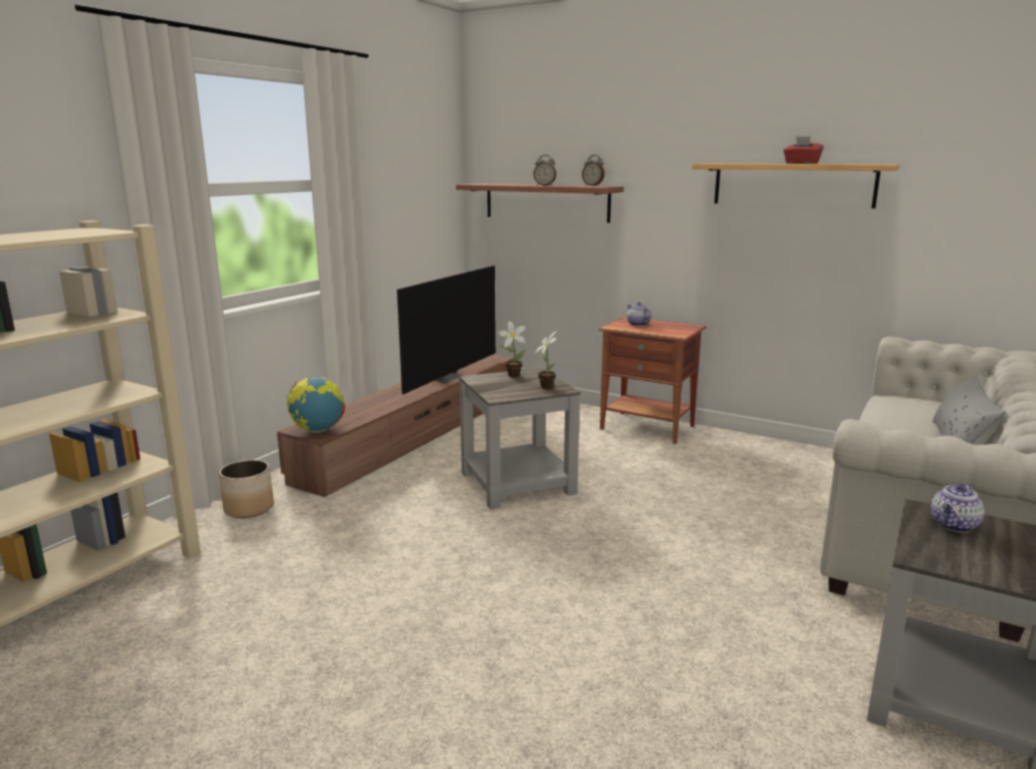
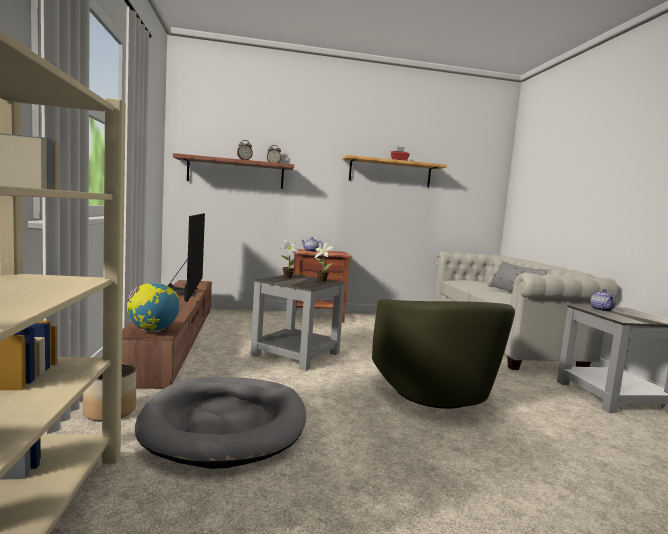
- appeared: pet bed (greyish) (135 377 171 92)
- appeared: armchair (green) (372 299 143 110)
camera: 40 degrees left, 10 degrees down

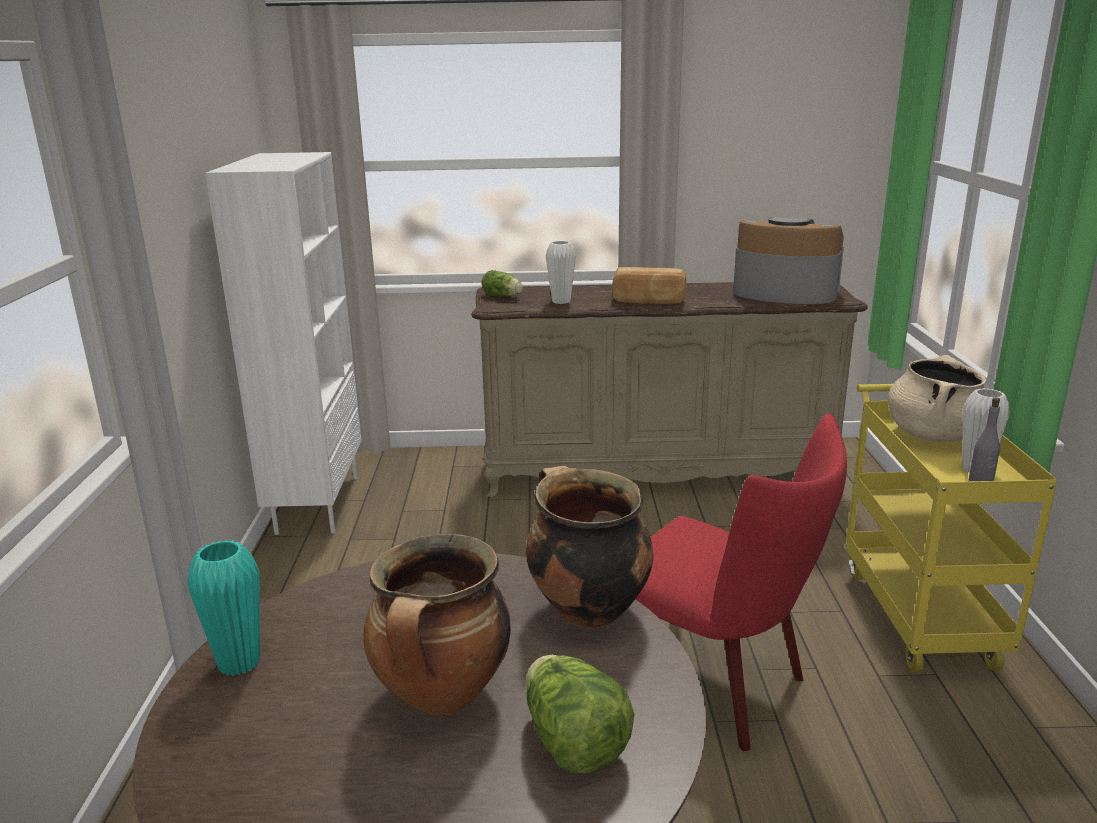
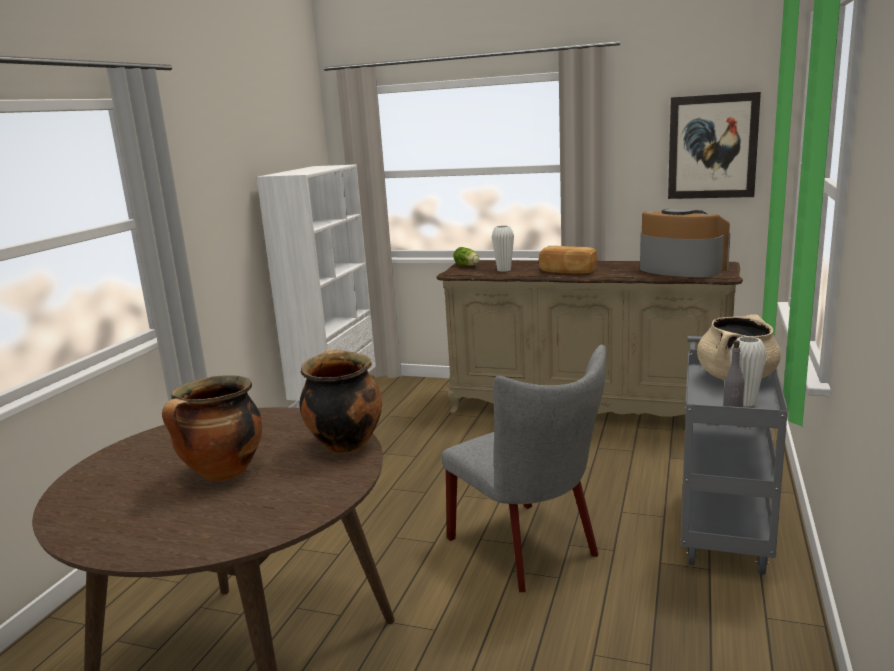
- colour: plain chair (red) (636 413 211 339) to plain chair (greyish) (441 345 165 247)
- appeared: wall picture (668 92 93 107)
- colour: cart (yellowish) (845 384 212 289) to cart (greyish) (680 336 108 239)
- missing: decorative vase (blue-green) (187 540 73 136)
- missing: lettuce head (526 655 108 119)
camera: 20 degrees right, 5 degrees down

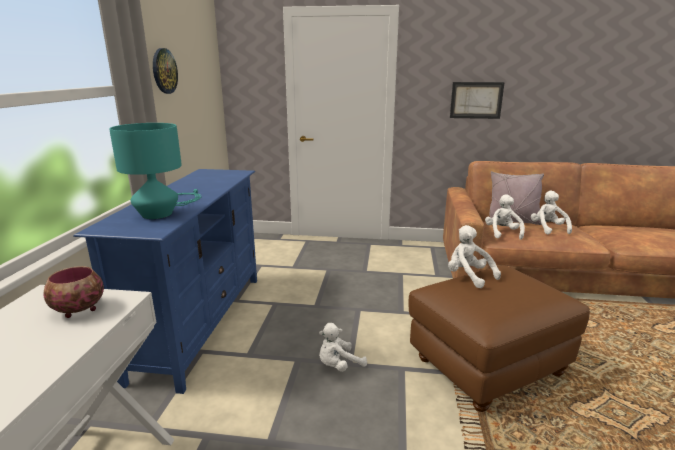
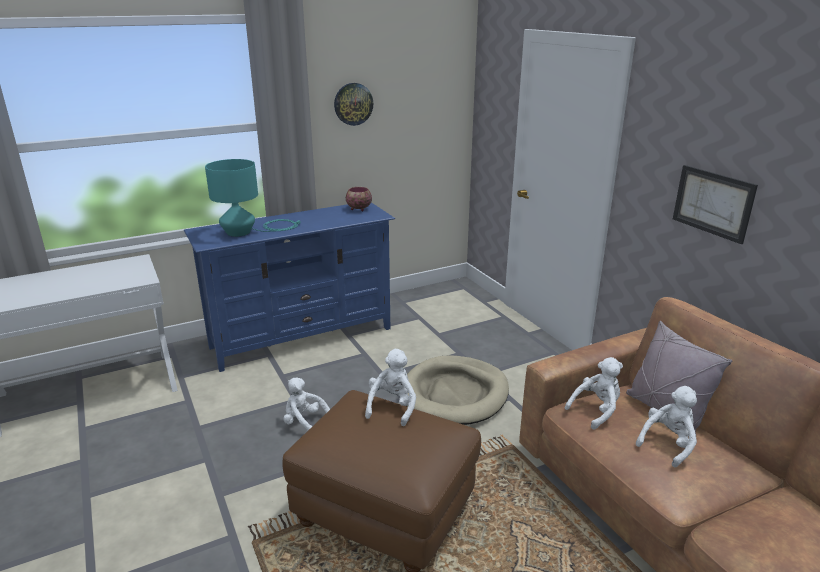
- relocated: deep dish (43 266 61 52) to (346 187 26 24)
- appeared: pet bed (beige-coloured) (407 355 102 70)
camera: 55 degrees right, 5 degrees up

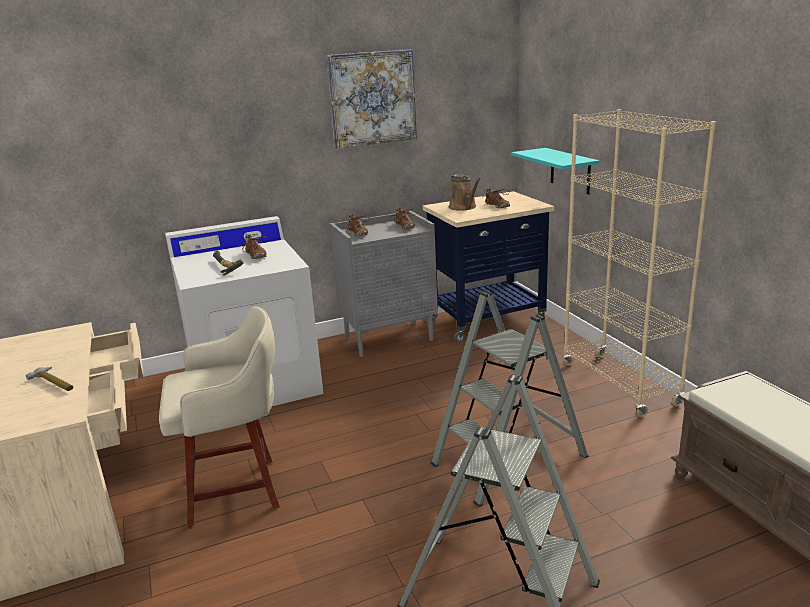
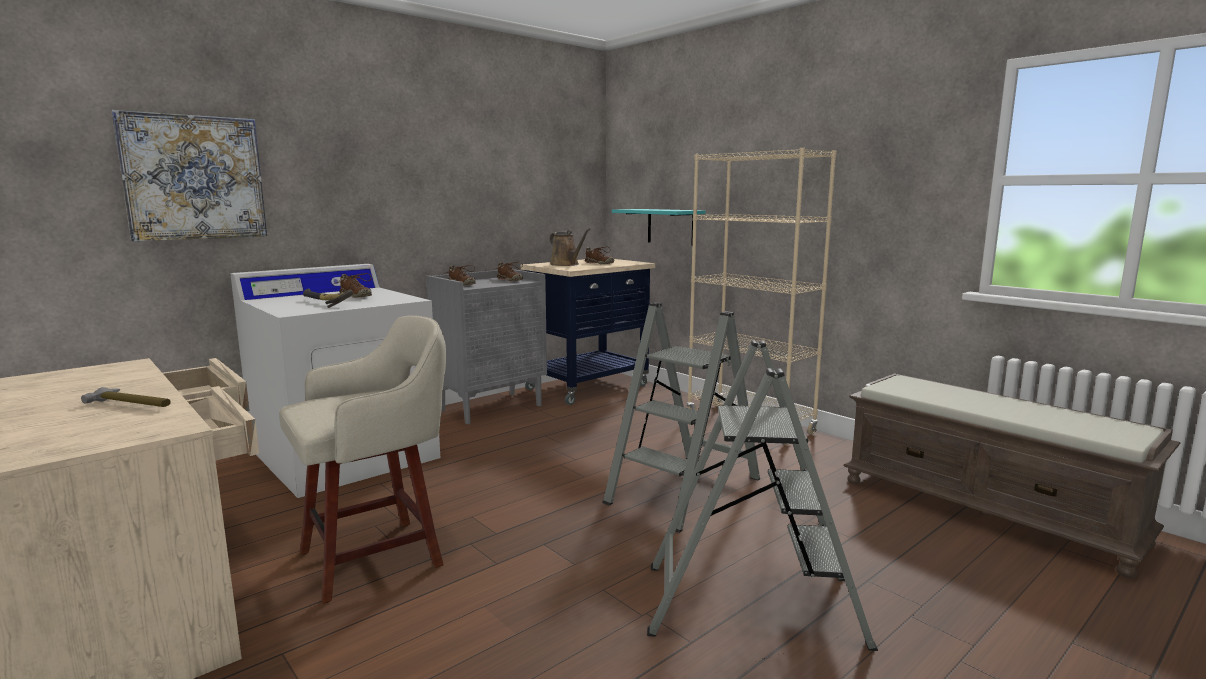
- relocated: wall picture (326 49 91 99) to (112 110 155 131)
camera: 20 degrees left, 10 degrees down

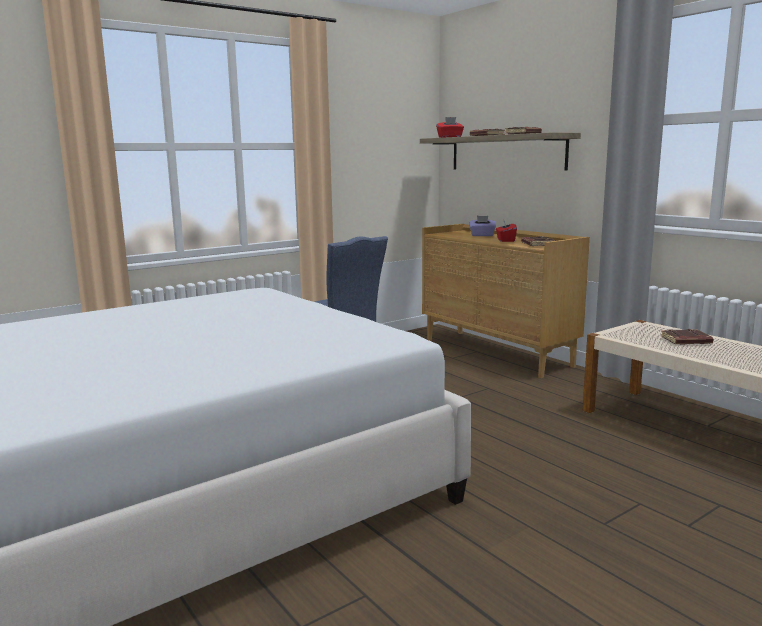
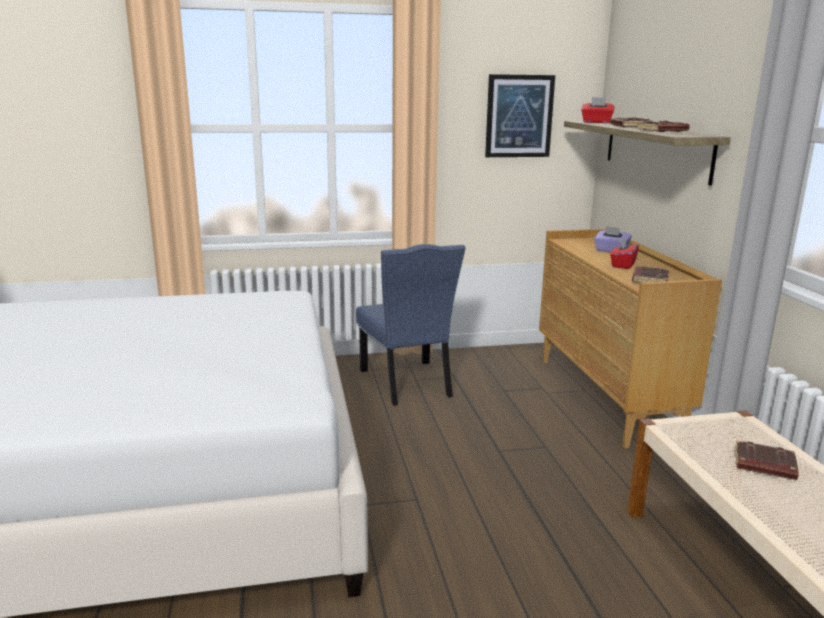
- appeared: wall picture (485 74 70 83)
camera: 25 degrees right, 5 degrees up

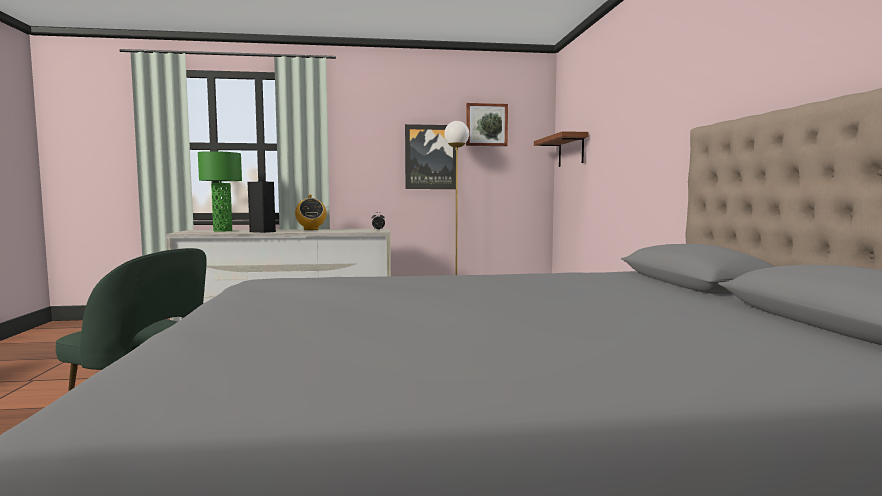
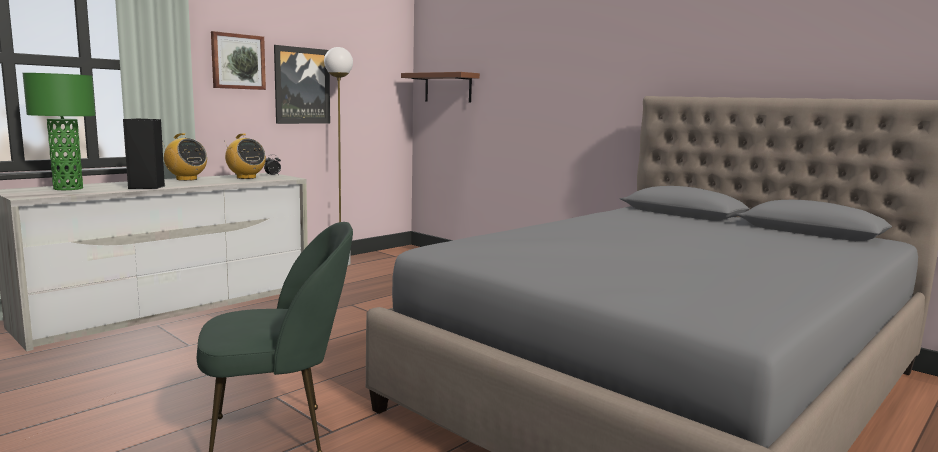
- relocated: wall picture (466 103 42 43) to (211 31 55 59)
- appeared: radio (225 134 41 45)
camera: 40 degrees left, 5 degrees up

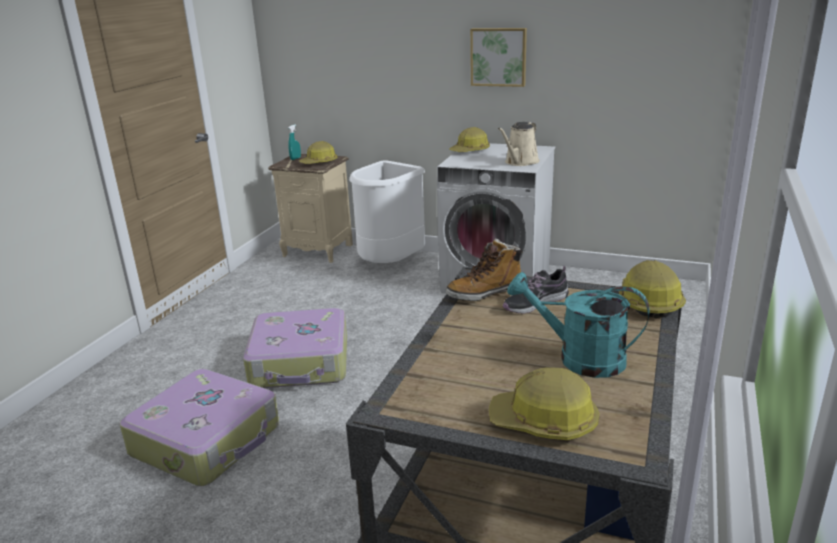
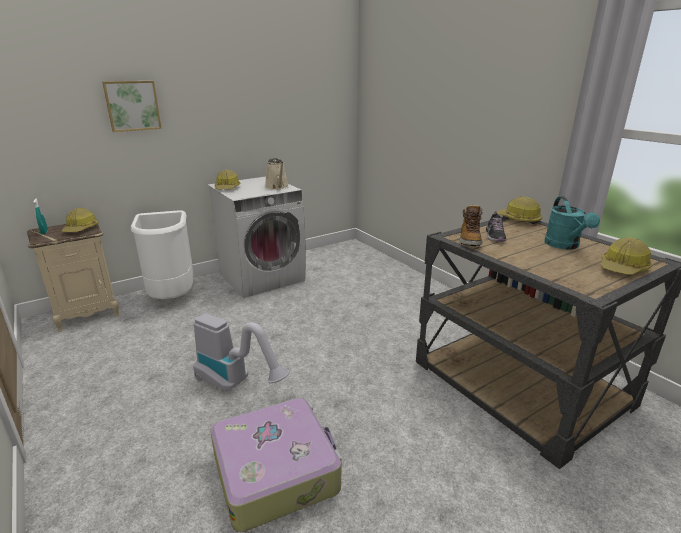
- relocated: wall picture (470 28 57 59) to (102 81 60 51)
- exchanged: travel case (243 308 104 80) to hoover (193 313 97 79)
- spun: sprinkling can (blue-green) (507 272 143 106) = (544 196 56 54) 60 degrees counterclockwise
camera: 55 degrees left, 0 degrees up

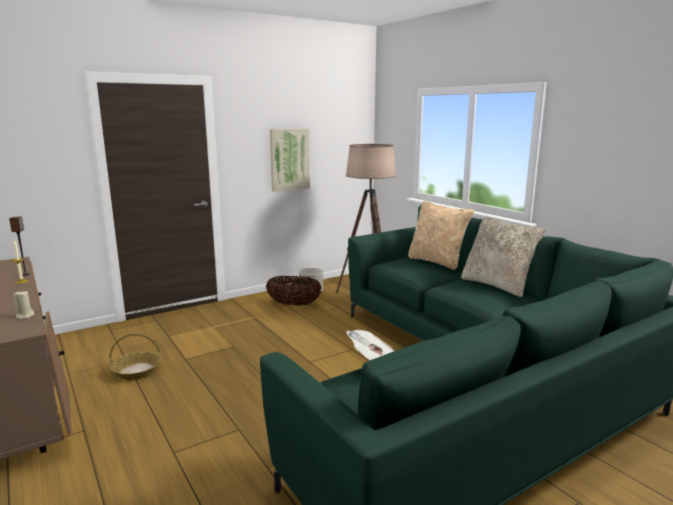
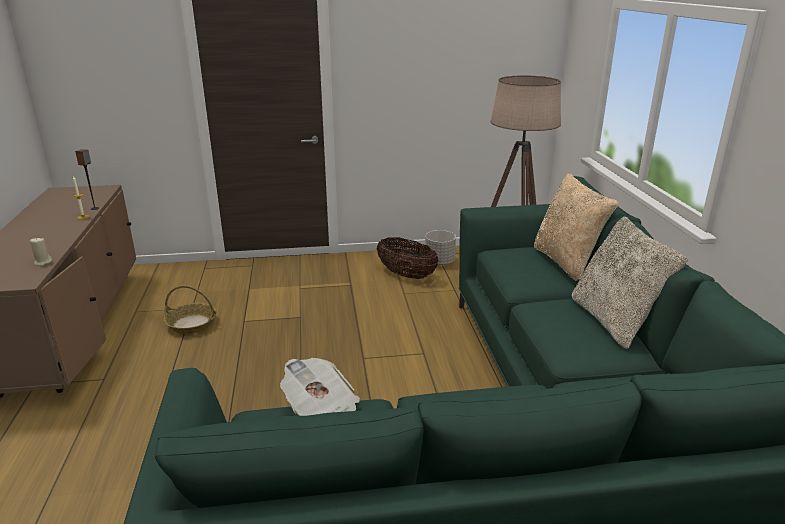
- missing: wall picture (270 128 40 64)
camera: 25 degrees right, 10 degrees up

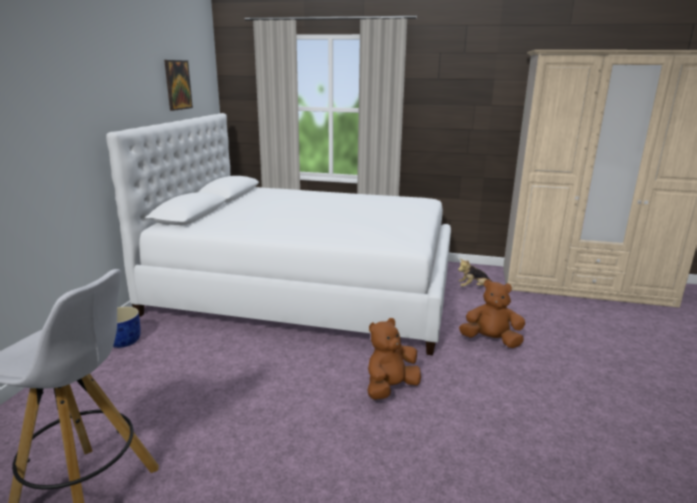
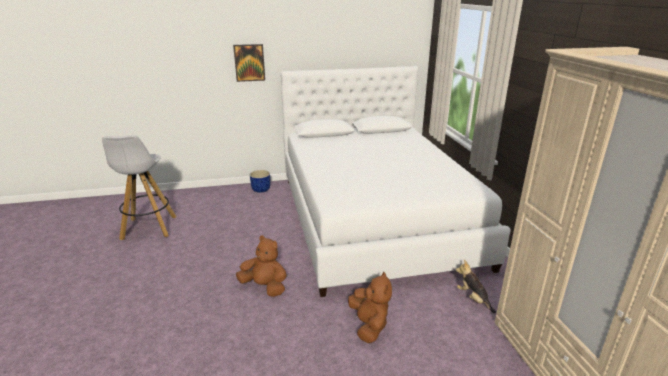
- relocated: wall picture (164 60 29 51) to (233 44 32 38)
camera: 65 degrees right, 5 degrees up

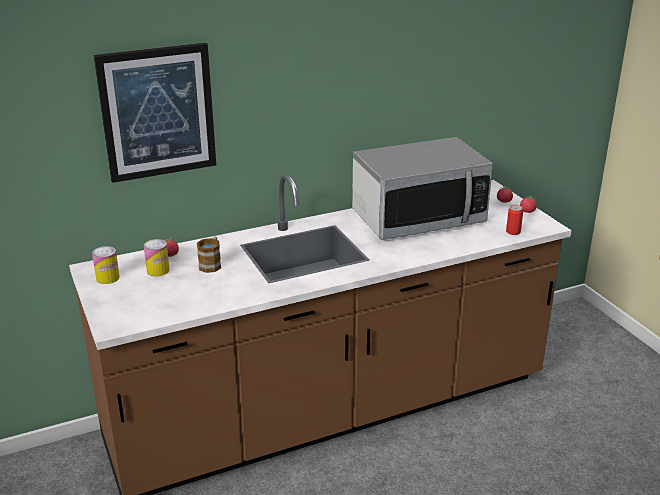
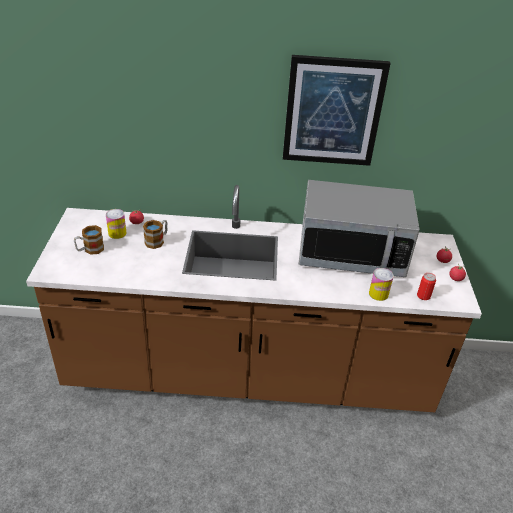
- appeared: mug (74 225 30 30)
- relocated: wall picture (94 43 122 140) to (283 55 108 111)
- relocated: sealed can (92 246 28 38) to (369 268 25 33)
camera: 25 degrees right, 10 degrees up

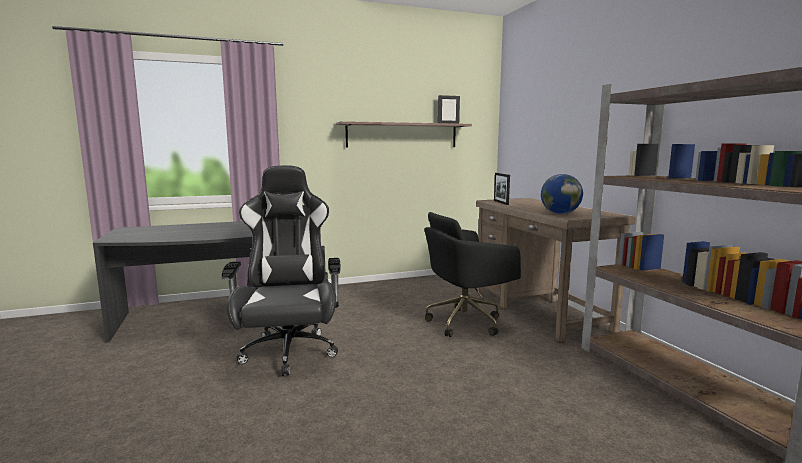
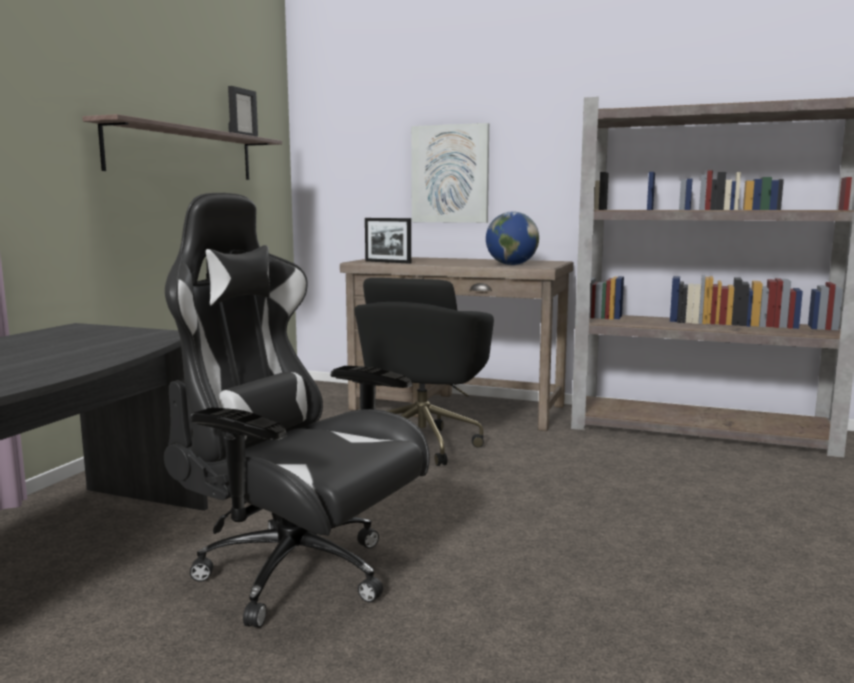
- appeared: wall picture (411 123 78 100)
camera: 50 degrees left, 0 degrees up

